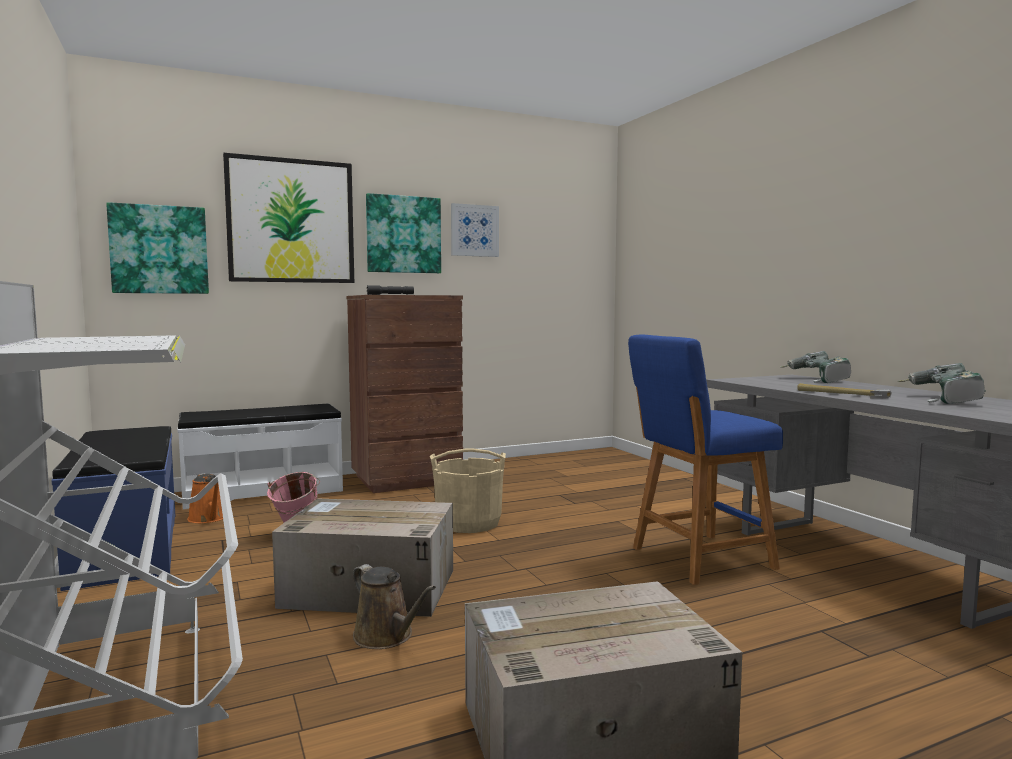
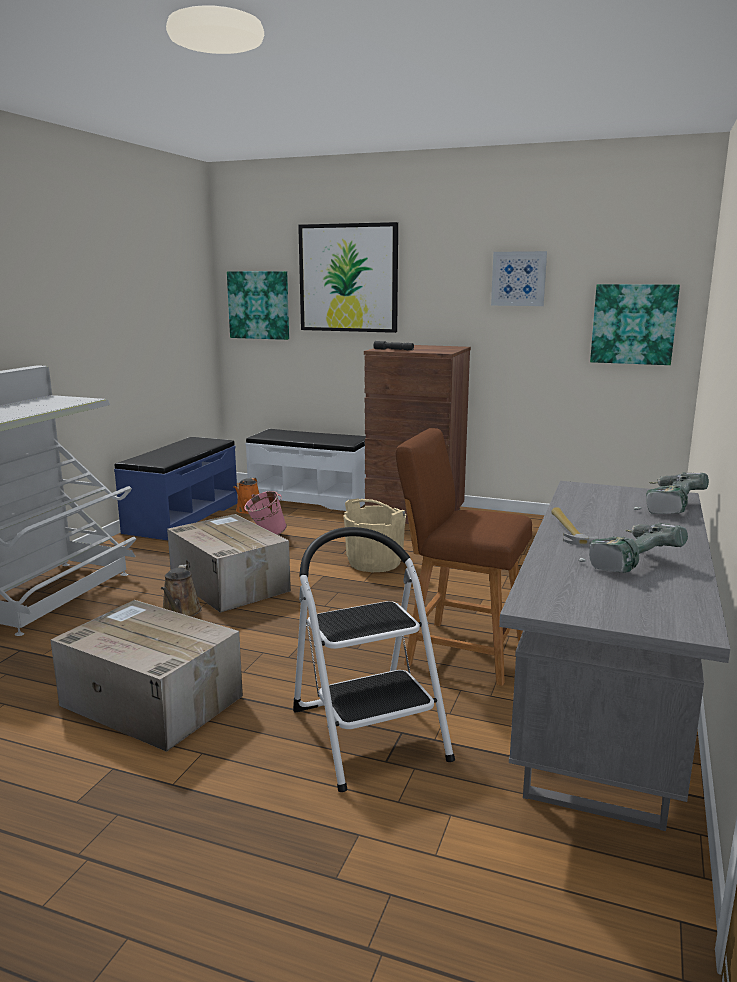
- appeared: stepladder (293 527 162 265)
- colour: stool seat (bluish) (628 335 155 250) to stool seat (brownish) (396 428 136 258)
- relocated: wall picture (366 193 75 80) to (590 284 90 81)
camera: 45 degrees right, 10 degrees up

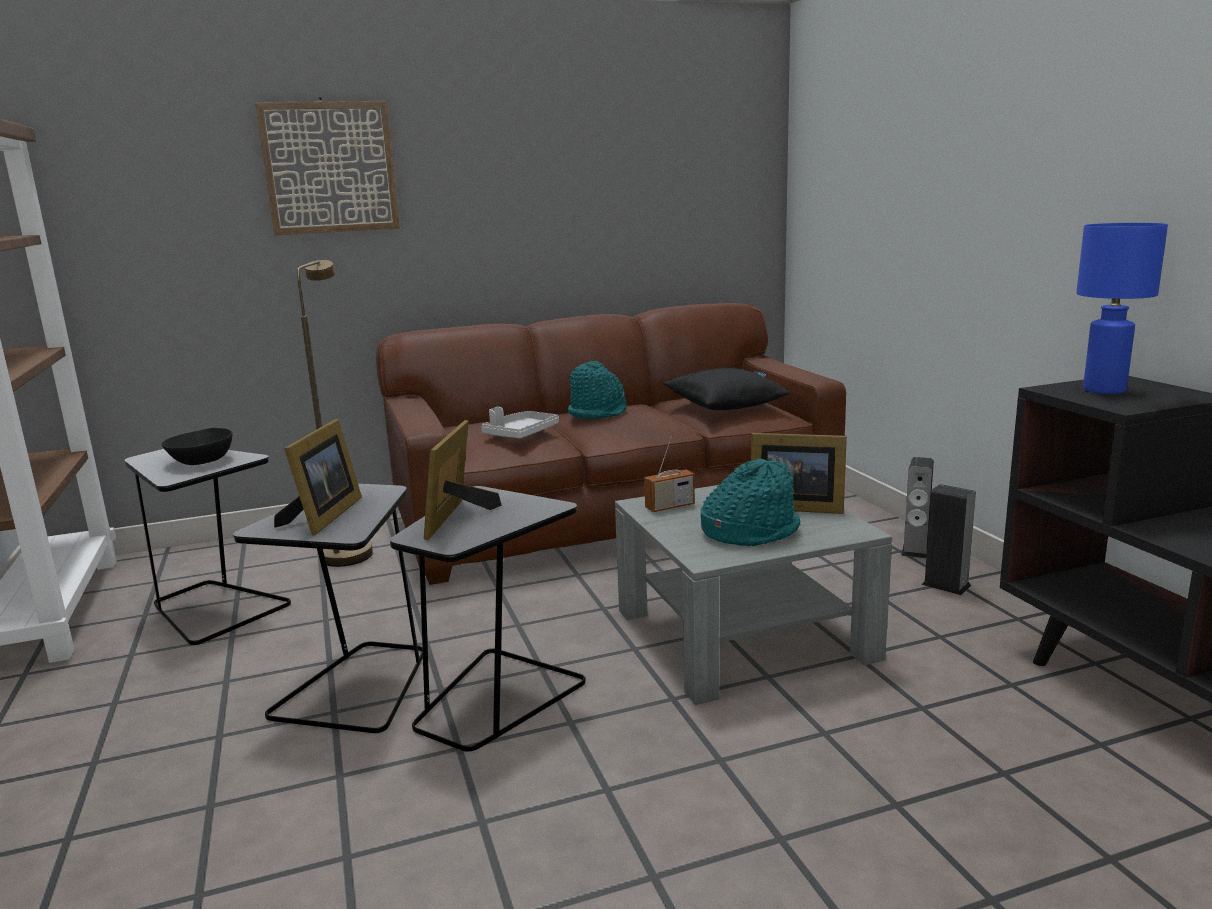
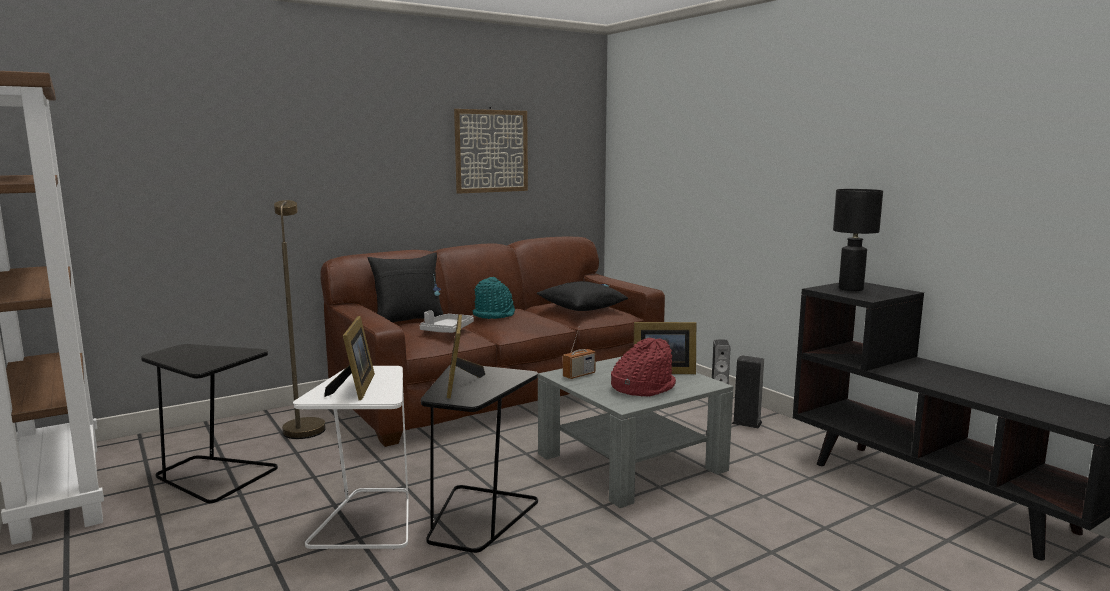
- colour: side table (black) (233 484 190 250) to side table (whitish) (293 366 116 184)
- appeared: throw pillow (black) (368 252 75 70)
- relocated: wall picture (255 97 145 138) to (454 107 74 87)
- colour: clothing hat (blue-green) (701 459 99 87) to clothing hat (red) (611 338 65 59)
- colour: tabletop lamp (bluish) (1076 223 92 171) to tabletop lamp (black) (833 189 50 102)
- missing: deep dish (black) (162 428 70 37)
camera: 15 degrees left, 5 degrees down

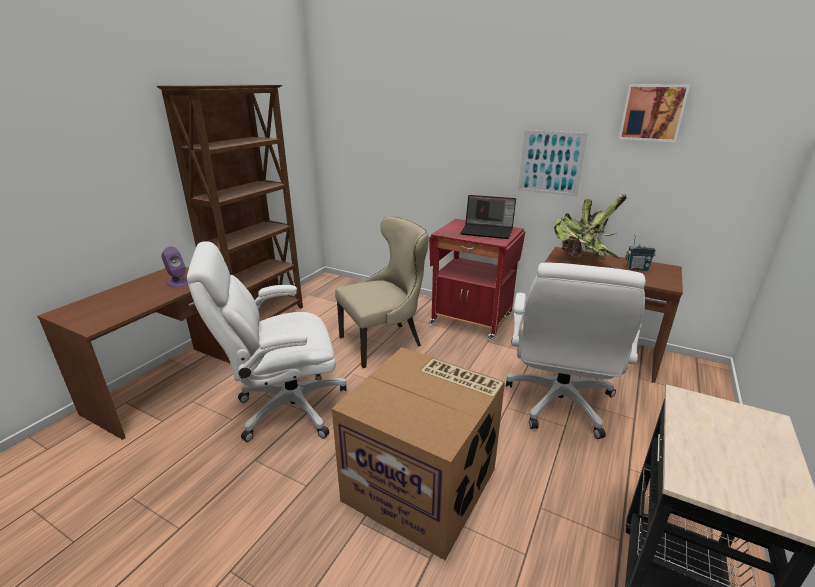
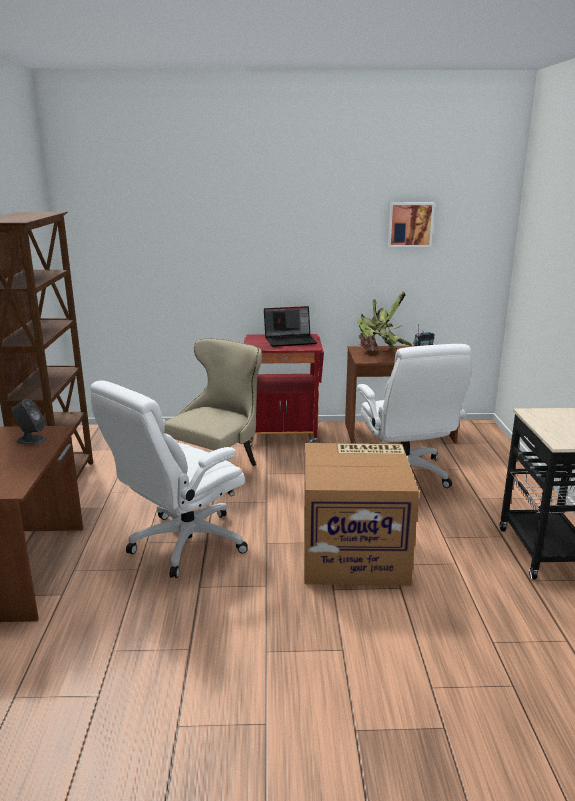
- colour: speaker (purplish) (162 247 26 41) to speaker (greyish) (12 399 34 45)
- missing: wall picture (518 130 70 66)
camera: 30 degrees left, 5 degrees down

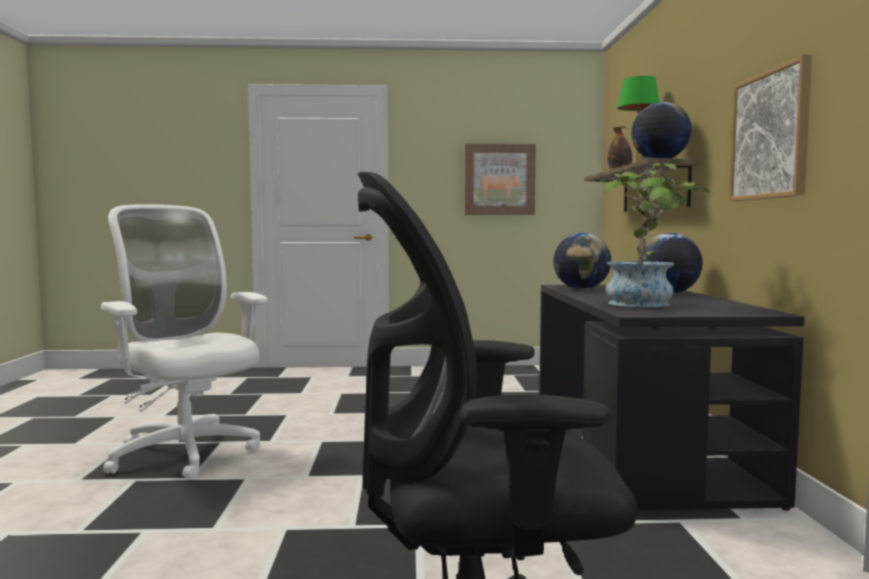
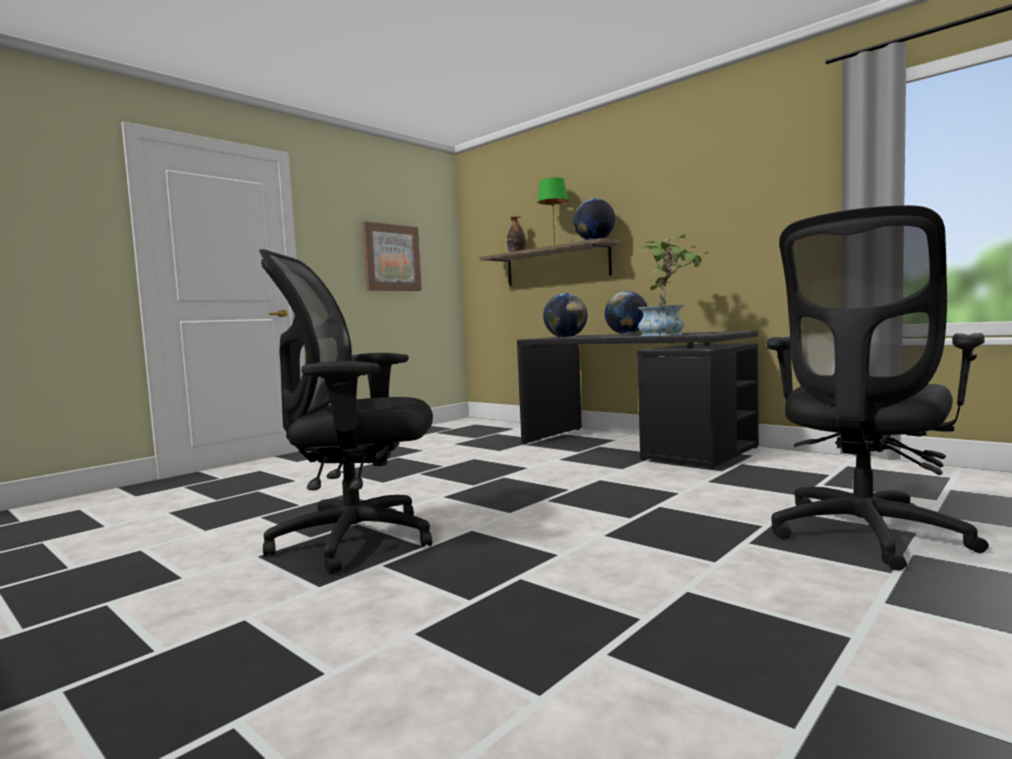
- colour: computer chair (whitish) (101 204 166 275) to computer chair (black) (259 249 174 325)
- missing: wall picture (729 55 83 146)
camera: 45 degrees left, 0 degrees up

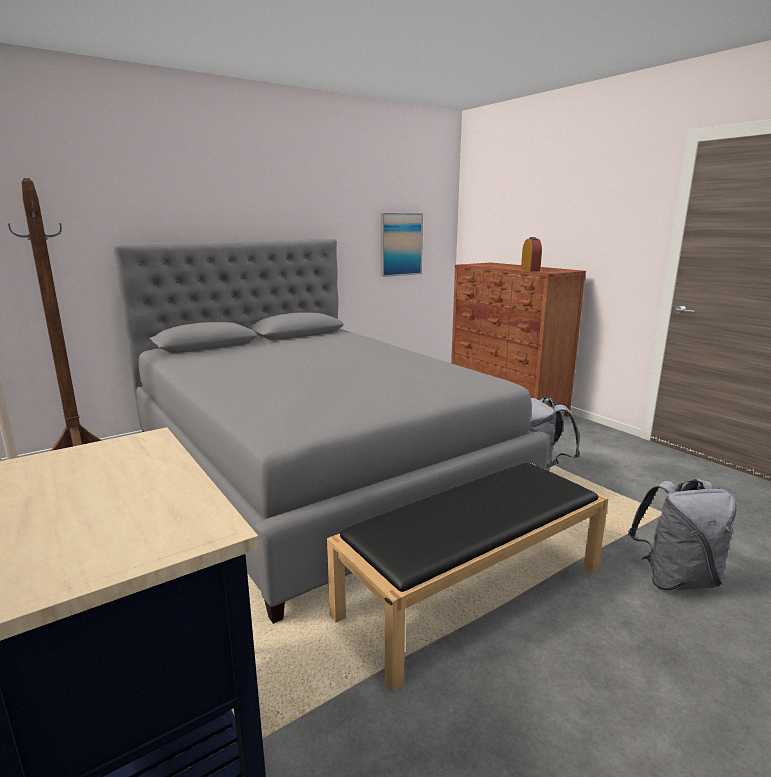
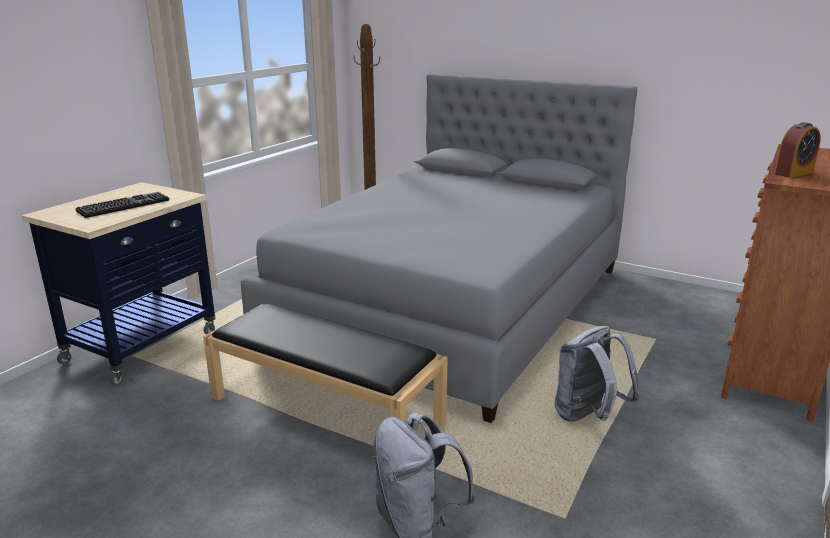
- appeared: computer keyboard (75 192 94 26)
- missing: wall picture (381 213 42 64)
camera: 65 degrees right, 5 degrees up

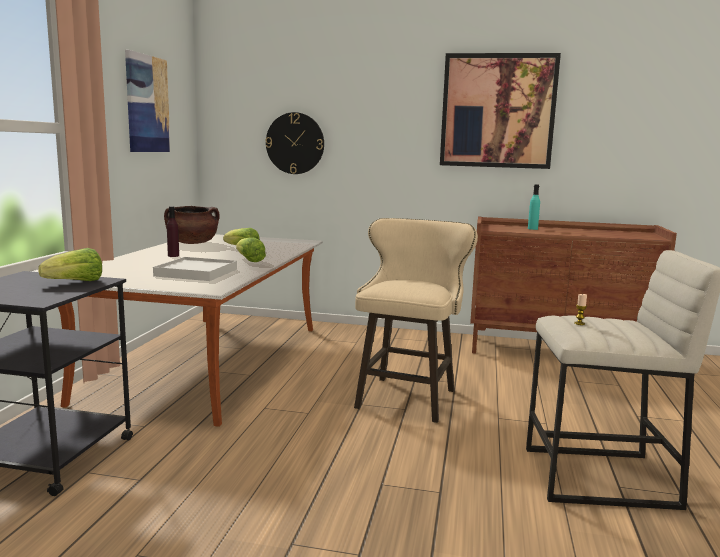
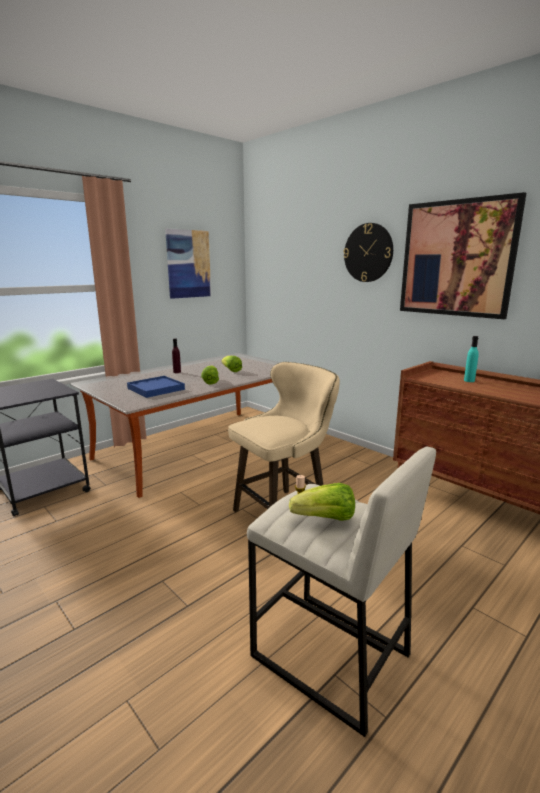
- colour: carrying tray (whitish) (153 257 84 24) to carrying tray (bluish) (127 376 58 22)
- relocated: lettuce head (38 248 64 33) to (289 483 66 38)
- relocated: wall clock (265 112 59 62) to (343 223 50 59)
- missing: saucepot (brownish) (164 206 56 38)
camera: 35 degrees right, 5 degrees up

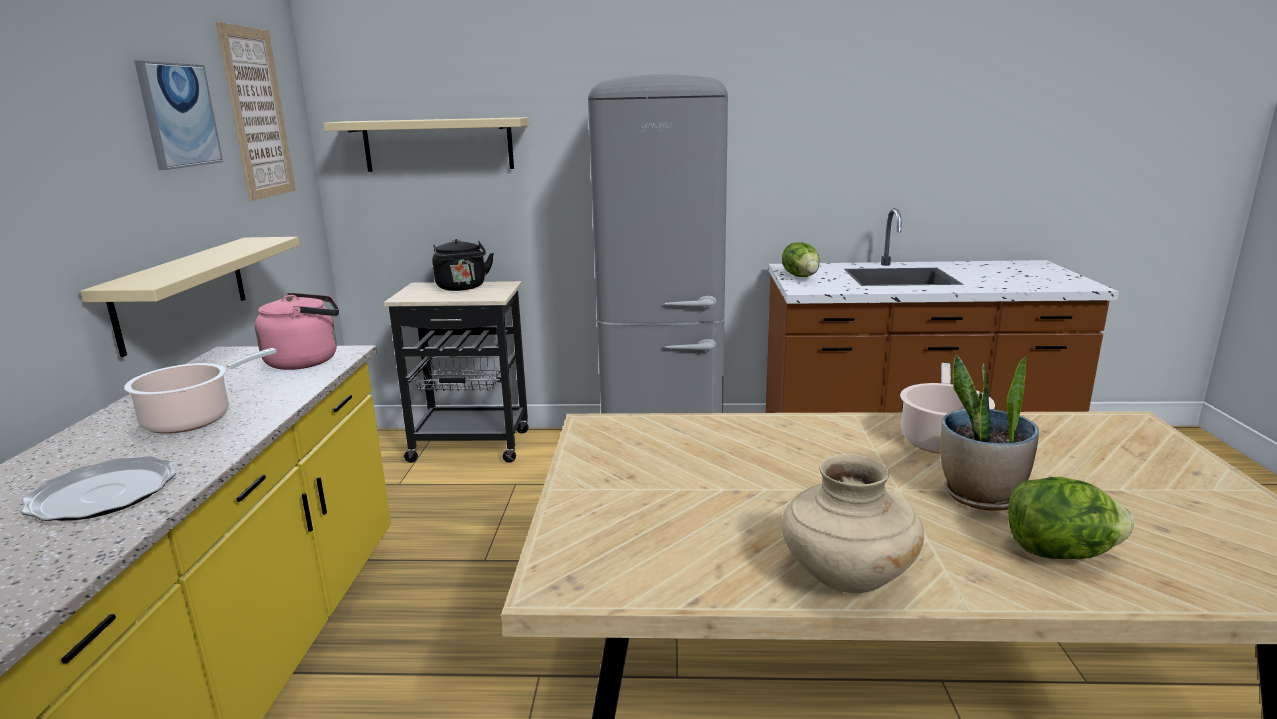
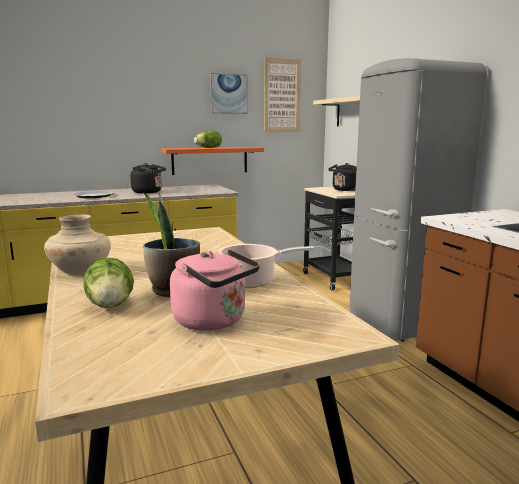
- exchanged: saucepot (124 348 153 86) to kettle (black) (130 163 36 31)
- colour: bracket shelf (beige-coloured) (80 237 220 120) to bracket shelf (orangey) (161 147 103 28)
- relocated: kettle (pink-coloured) (255 293 84 77) to (170 249 90 82)
- relocated: lettuce head (782 242 38 35) to (194 130 28 18)
camera: 65 degrees right, 5 degrees down

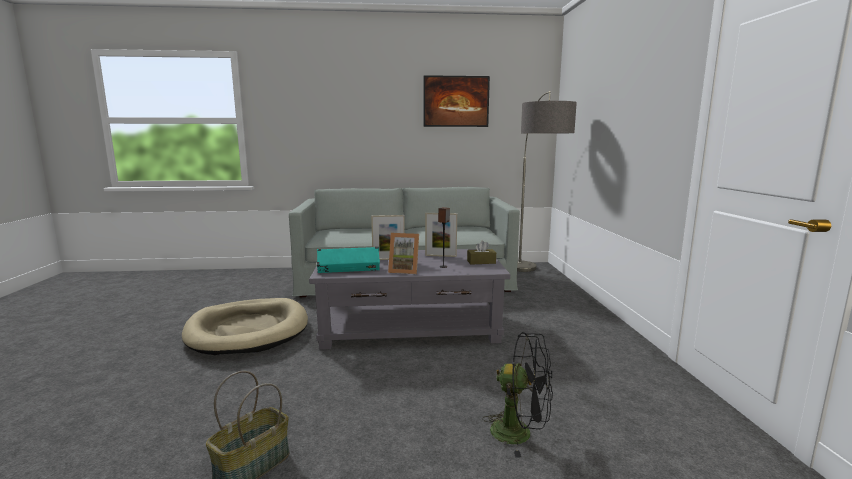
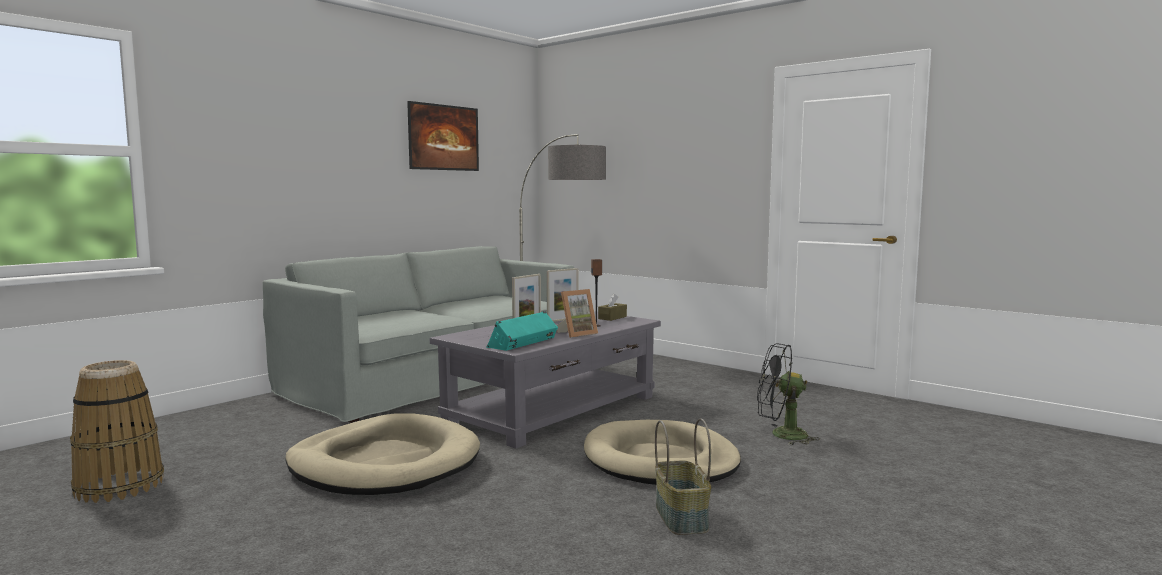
- appeared: storage basket (70 360 94 143)
- appeared: pet bed (beige-coloured) (584 420 157 65)
- spun: fan (black) (482 332 71 125) = (757 343 63 102) 150 degrees counterclockwise
camera: 45 degrees left, 5 degrees down

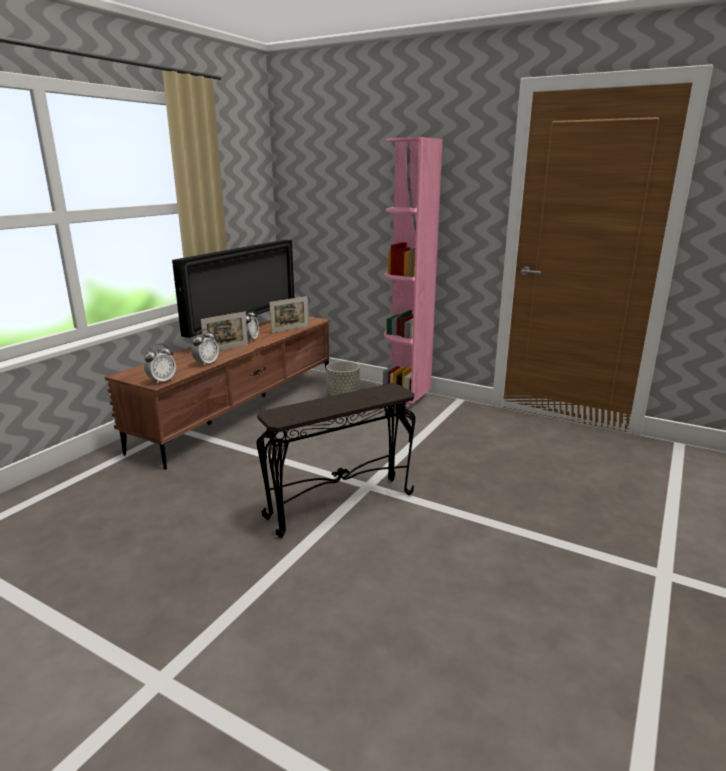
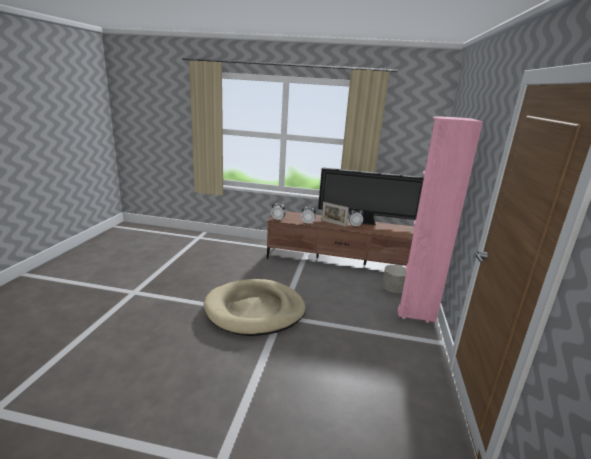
- exchanged: side table (black) (257 383 159 155) to pet bed (beige-coloured) (204 279 102 57)
- missing: picture frame (269 296 40 37)
camera: 70 degrees right, 0 degrees up

